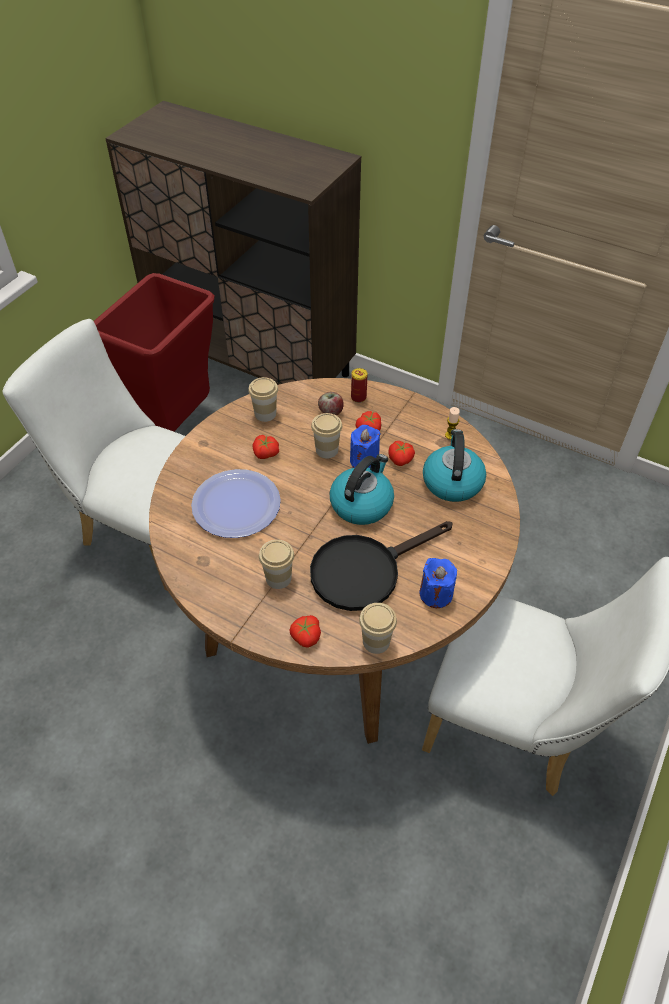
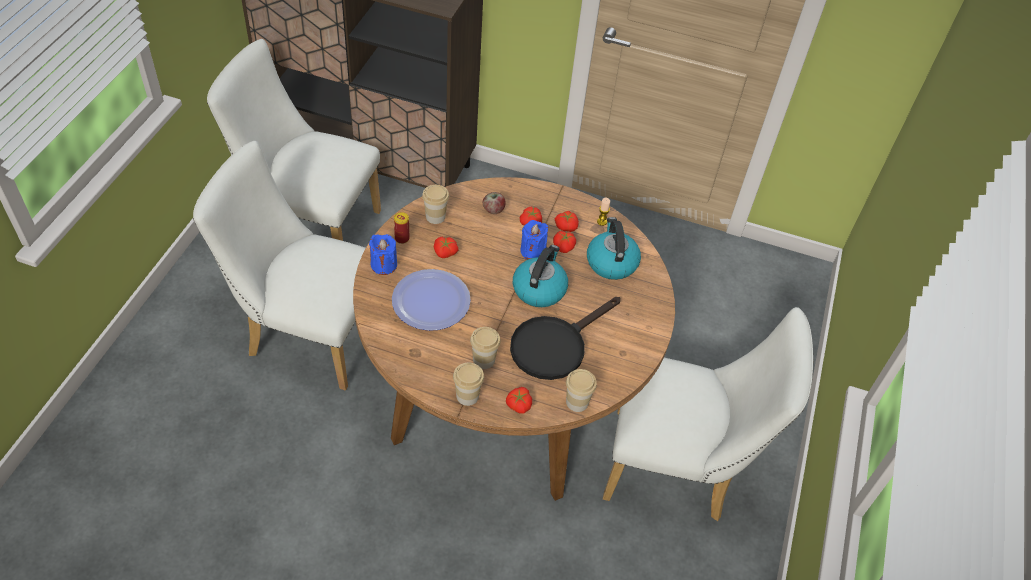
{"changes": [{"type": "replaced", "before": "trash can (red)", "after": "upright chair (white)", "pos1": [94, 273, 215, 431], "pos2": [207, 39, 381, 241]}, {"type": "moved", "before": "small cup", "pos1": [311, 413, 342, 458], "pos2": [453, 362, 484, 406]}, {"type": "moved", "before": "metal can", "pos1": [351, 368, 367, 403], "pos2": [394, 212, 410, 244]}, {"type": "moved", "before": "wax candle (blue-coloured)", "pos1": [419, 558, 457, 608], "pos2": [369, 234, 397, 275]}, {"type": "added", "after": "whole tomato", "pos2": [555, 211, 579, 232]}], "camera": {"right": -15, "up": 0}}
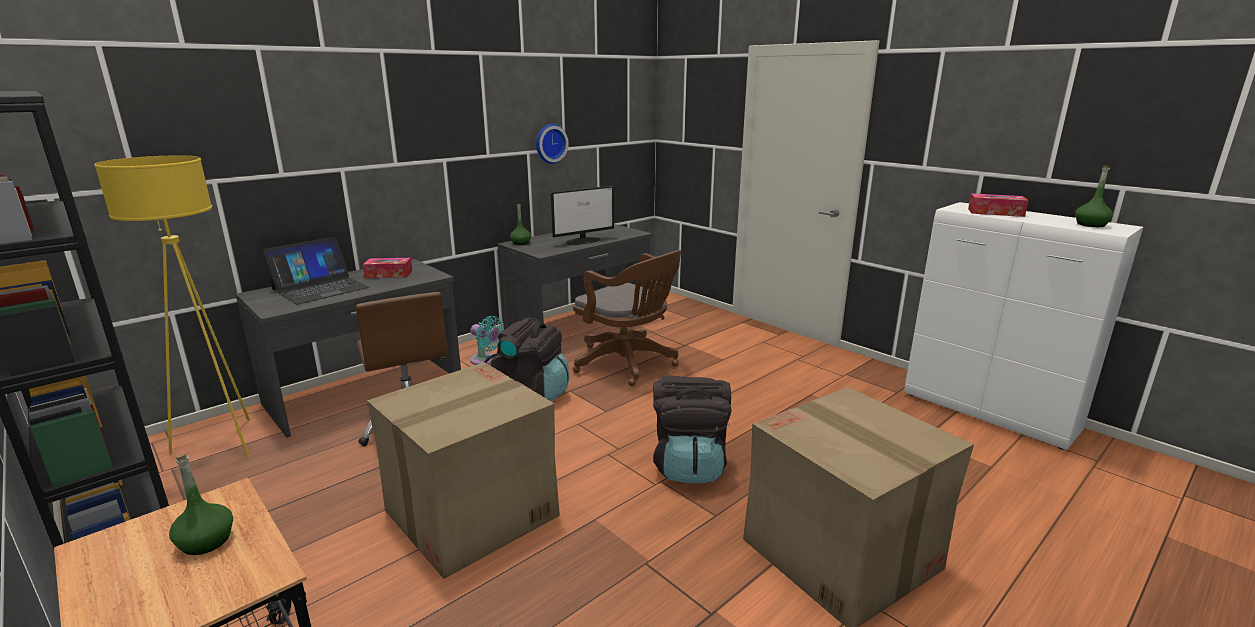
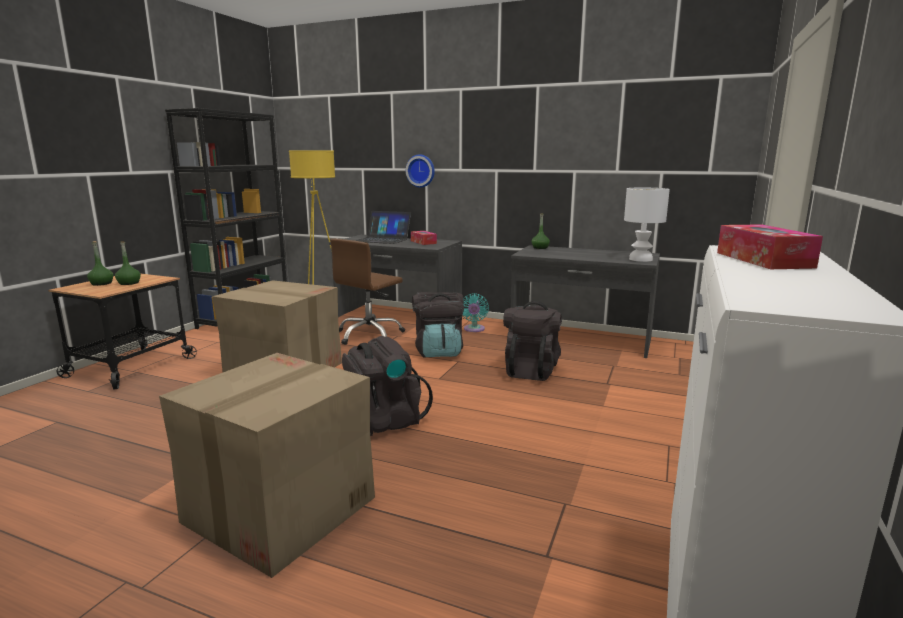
{"changes": [{"type": "moved", "before": "wall clock", "pos1": [536, 124, 569, 164], "pos2": [406, 154, 435, 188]}, {"type": "removed", "before": "computer display", "pos1": [551, 186, 614, 245]}, {"type": "replaced", "before": "computer chair (brown)", "after": "rucksack (blackish)", "pos1": [573, 250, 681, 386], "pos2": [503, 301, 562, 381]}, {"type": "moved", "before": "bottle (green-coloured)", "pos1": [1075, 165, 1113, 227], "pos2": [87, 241, 114, 286]}, {"type": "added", "after": "tabletop lamp (white)", "pos2": [624, 188, 670, 262]}], "camera": {"right": 65, "up": -5}}
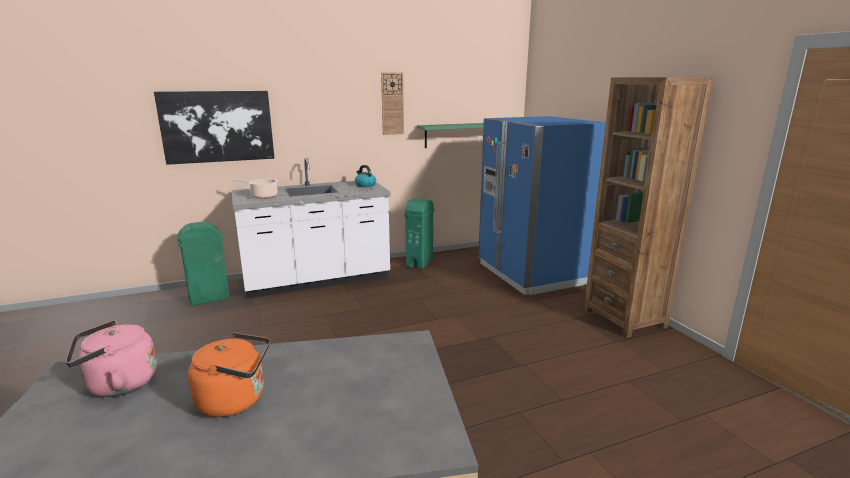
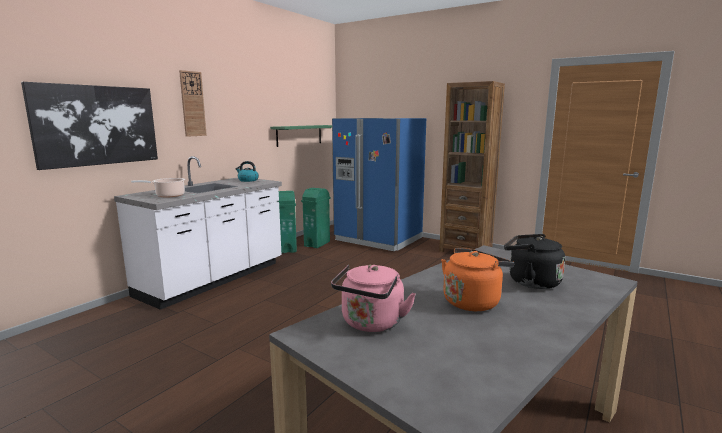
{"changes": [{"type": "moved", "before": "trash can (green-coloured)", "pos1": [177, 221, 229, 306], "pos2": [301, 188, 331, 248]}, {"type": "moved", "before": "wall clock", "pos1": [381, 72, 404, 135], "pos2": [179, 70, 207, 137]}, {"type": "added", "after": "tea kettle (blackish)", "pos2": [504, 234, 565, 289]}], "camera": {"right": -35, "up": -5}}
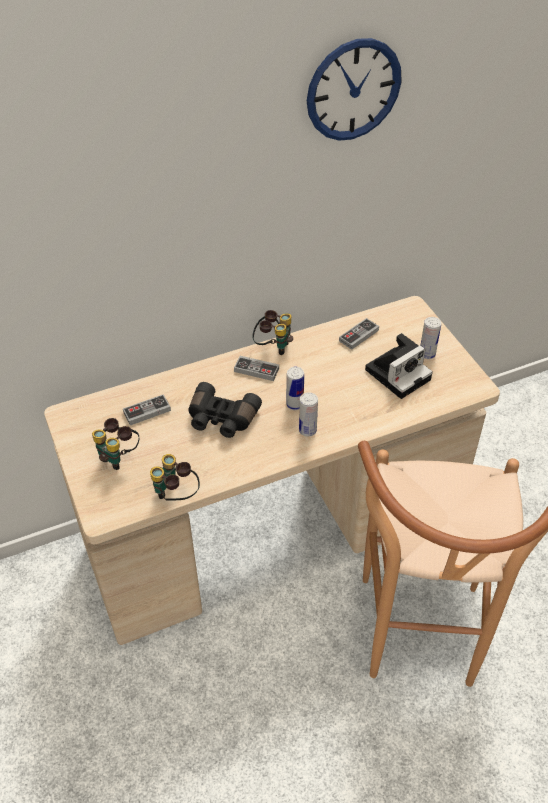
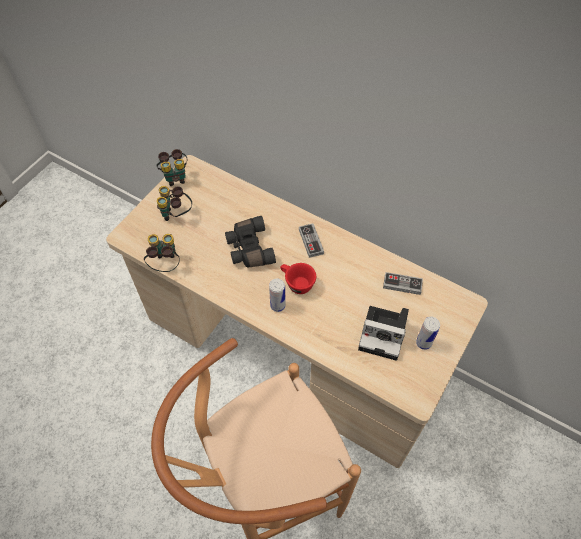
{"changes": [{"type": "removed", "before": "gamepad", "pos1": [123, 394, 171, 425]}, {"type": "moved", "before": "binoculars", "pos1": [252, 310, 293, 355], "pos2": [157, 149, 188, 186]}, {"type": "replaced", "before": "metal can", "after": "small cup (red)", "pos1": [286, 367, 304, 410], "pos2": [280, 263, 316, 294]}, {"type": "removed", "before": "wall clock", "pos1": [307, 38, 402, 141]}], "camera": {"right": 55, "up": 10}}
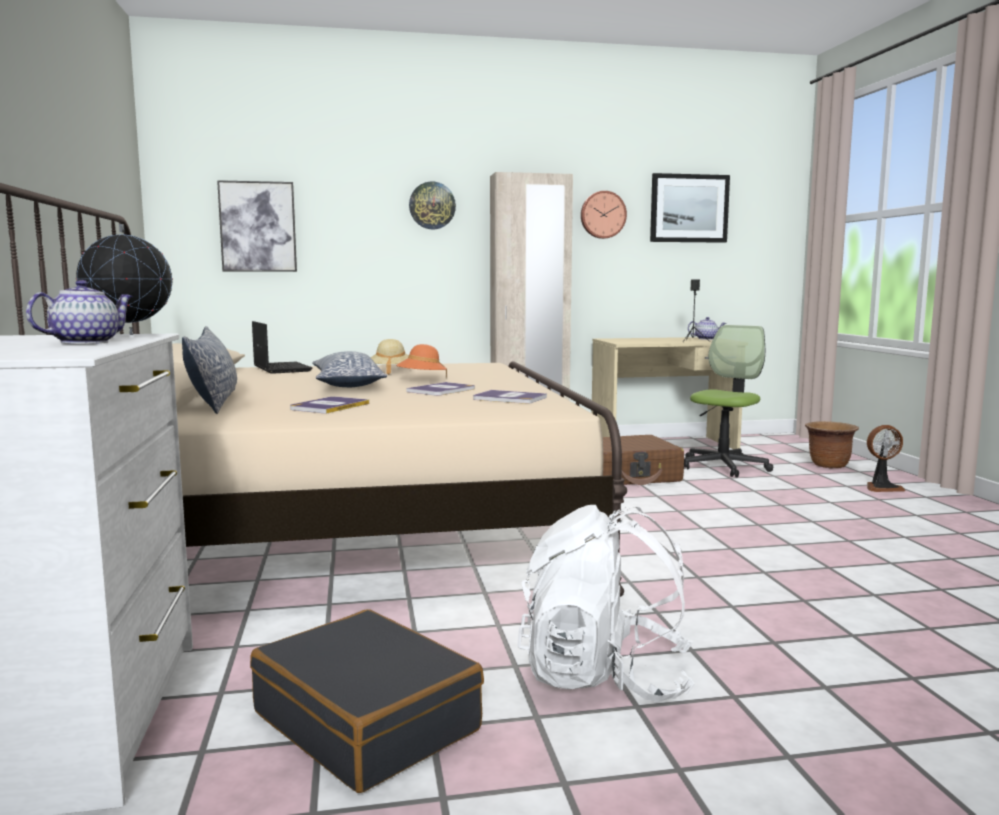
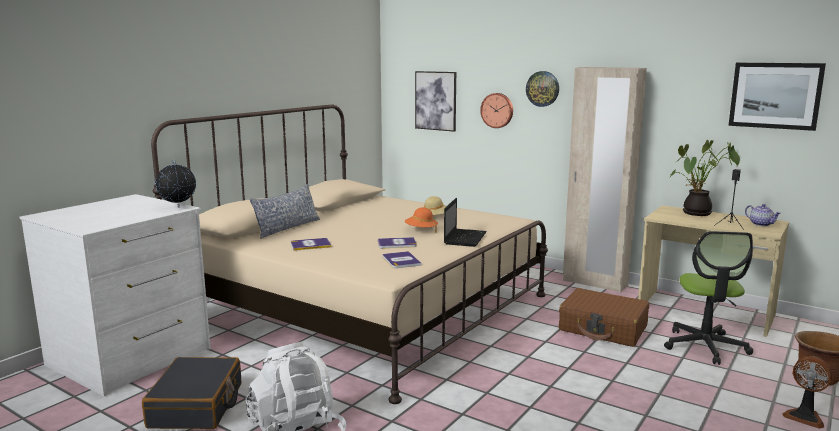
{"changes": [{"type": "removed", "before": "pot for tea", "pos1": [26, 280, 134, 344]}, {"type": "moved", "before": "portable computer", "pos1": [252, 321, 312, 374], "pos2": [444, 198, 487, 247]}, {"type": "removed", "before": "throw pillow", "pos1": [312, 351, 387, 387]}, {"type": "moved", "before": "wall clock", "pos1": [581, 191, 627, 239], "pos2": [480, 93, 513, 128]}, {"type": "turned", "before": "computer chair", "pos1": [684, 325, 773, 478], "pos2": [664, 231, 753, 365], "turn": 105}, {"type": "added", "after": "houseplant", "pos2": [670, 140, 740, 216]}], "camera": {"right": 45, "up": 5}}
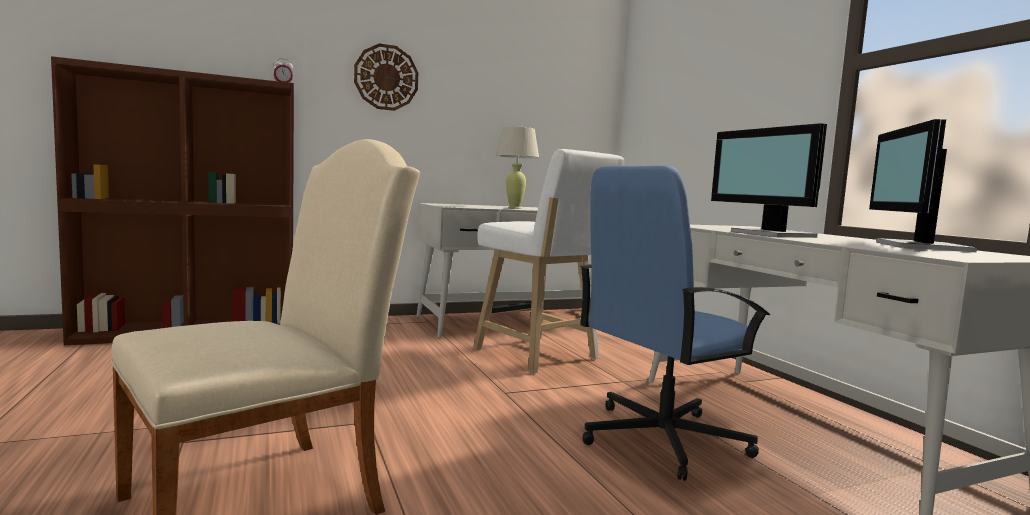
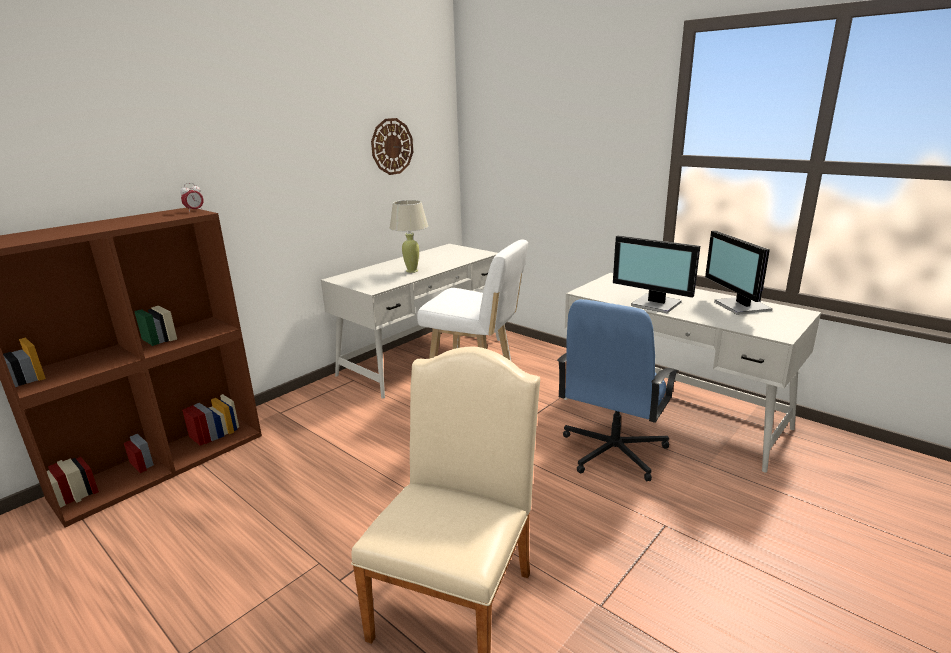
{"changes": [{"type": "moved", "before": "wall clock", "pos1": [354, 43, 418, 111], "pos2": [371, 118, 413, 175]}], "camera": {"right": -25, "up": 15}}
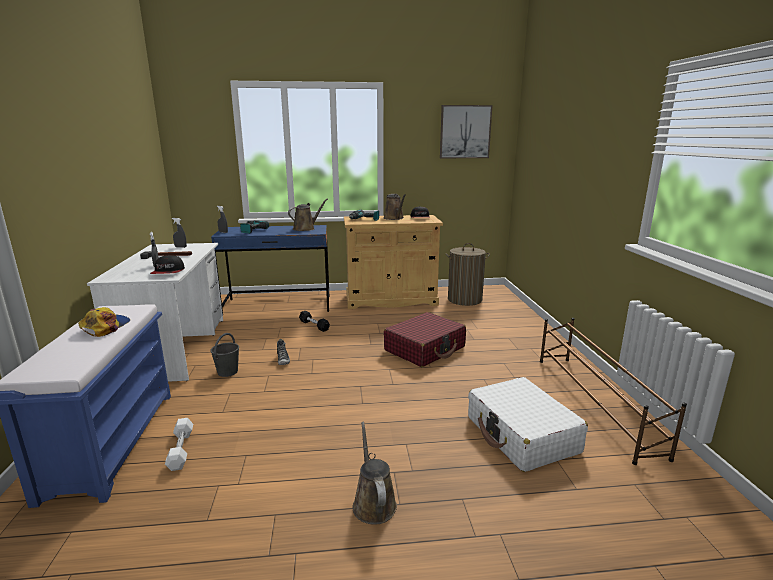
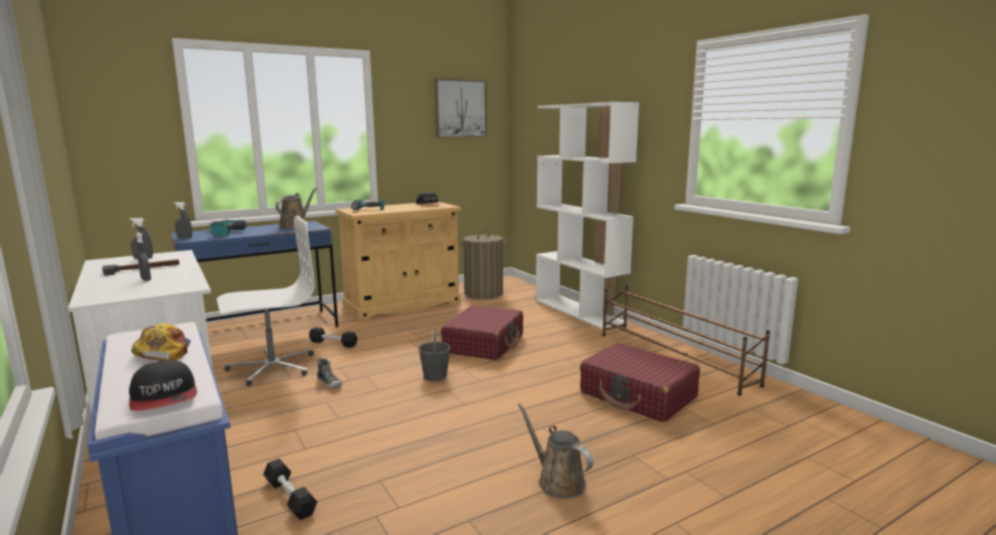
{"changes": [{"type": "moved", "before": "cap", "pos1": [150, 255, 185, 274], "pos2": [129, 360, 197, 411]}, {"type": "recoloured", "before": "hand weight (white)", "after": "hand weight (blackish)", "pos1": [165, 418, 193, 471], "pos2": [263, 458, 317, 520]}, {"type": "moved", "before": "pail (greyish)", "pos1": [210, 333, 239, 377], "pos2": [418, 329, 451, 381]}, {"type": "removed", "before": "sprinkling can (brown)", "pos1": [383, 194, 406, 220]}, {"type": "recoloured", "before": "suitcase (white)", "after": "suitcase (red)", "pos1": [468, 377, 588, 472], "pos2": [580, 343, 700, 422]}, {"type": "added", "after": "computer chair (white)", "pos2": [217, 215, 315, 386]}, {"type": "added", "after": "shelving unit (white)", "pos2": [536, 102, 639, 329]}], "camera": {"right": -25, "up": -5}}
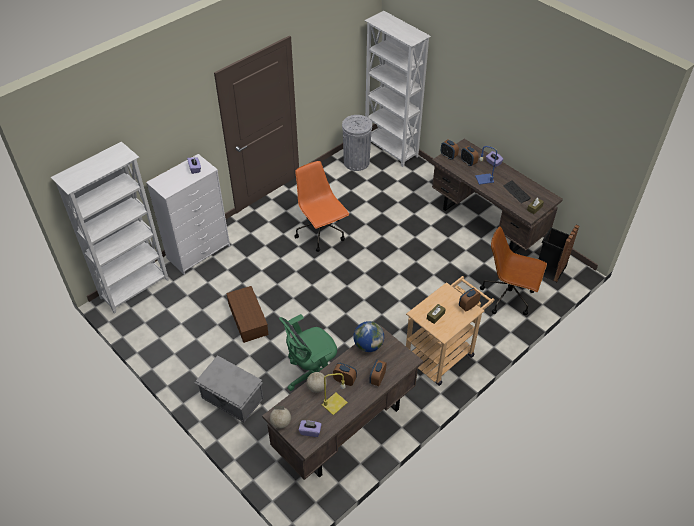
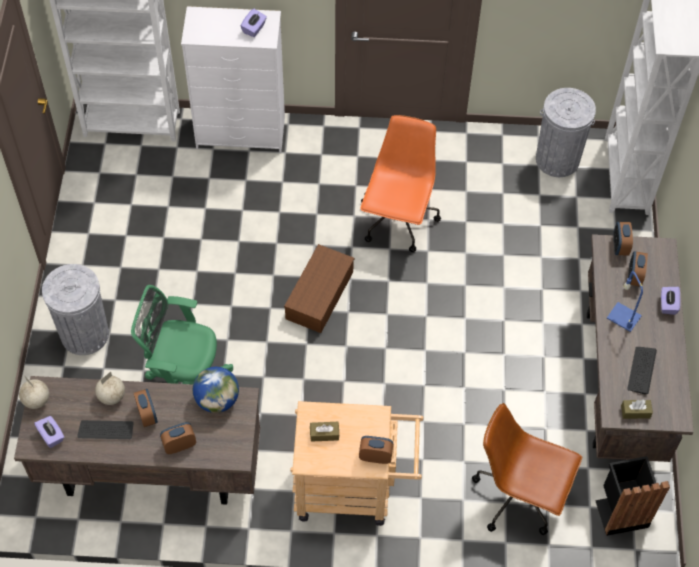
{"changes": [{"type": "replaced", "before": "storage box (greyish)", "after": "trash can (greyish)", "pos1": [195, 355, 264, 422], "pos2": [42, 264, 109, 355]}, {"type": "moved", "before": "storage box (brown)", "pos1": [226, 286, 269, 343], "pos2": [284, 244, 354, 333]}, {"type": "replaced", "before": "tabletop lamp (yellow-coloured)", "after": "computer keyboard", "pos1": [322, 373, 348, 415], "pos2": [77, 420, 134, 439]}, {"type": "turned", "before": "computer chair (brown)", "pos1": [480, 226, 547, 315], "pos2": [472, 403, 582, 535], "turn": -45}], "camera": {"right": 45, "up": 10}}
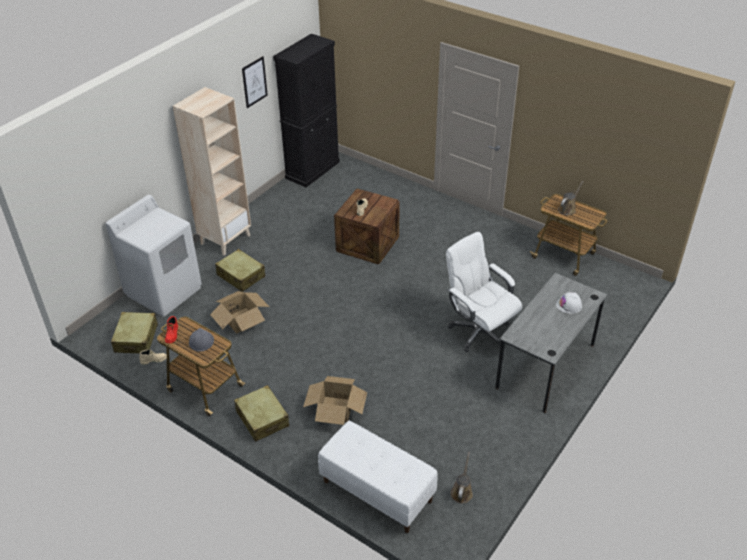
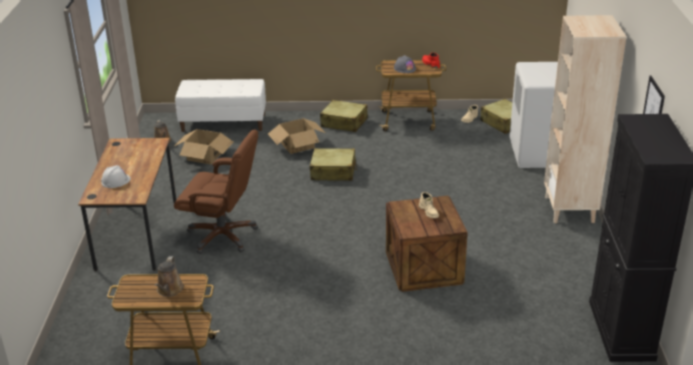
{"changes": [{"type": "moved", "before": "cardboard box", "pos1": [210, 291, 269, 333], "pos2": [175, 129, 233, 164]}, {"type": "moved", "before": "suitcase (sand-coloured)", "pos1": [215, 249, 265, 292], "pos2": [310, 148, 357, 181]}, {"type": "recoloured", "before": "computer chair (white)", "after": "computer chair (brown)", "pos1": [446, 232, 522, 352], "pos2": [174, 129, 258, 254]}, {"type": "recoloured", "before": "desk unit (greyish)", "after": "desk unit (brown)", "pos1": [495, 273, 608, 413], "pos2": [78, 138, 176, 271]}], "camera": {"right": 145, "up": -10}}
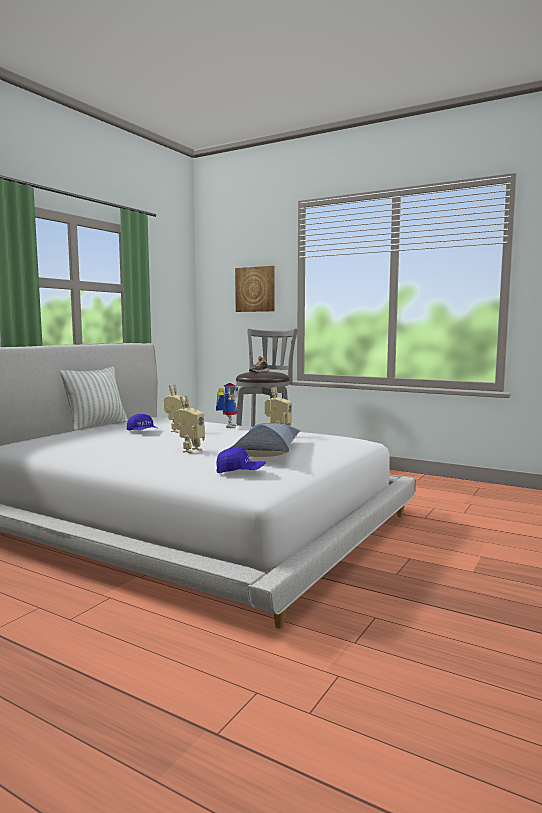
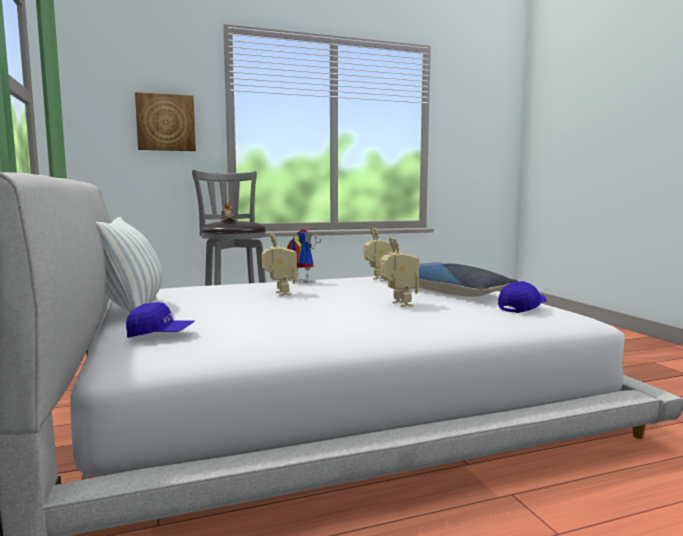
{"changes": [{"type": "moved", "before": "cap (blue-coloured)", "pos1": [127, 414, 157, 431], "pos2": [126, 302, 195, 338]}], "camera": {"right": -50, "up": 0}}
